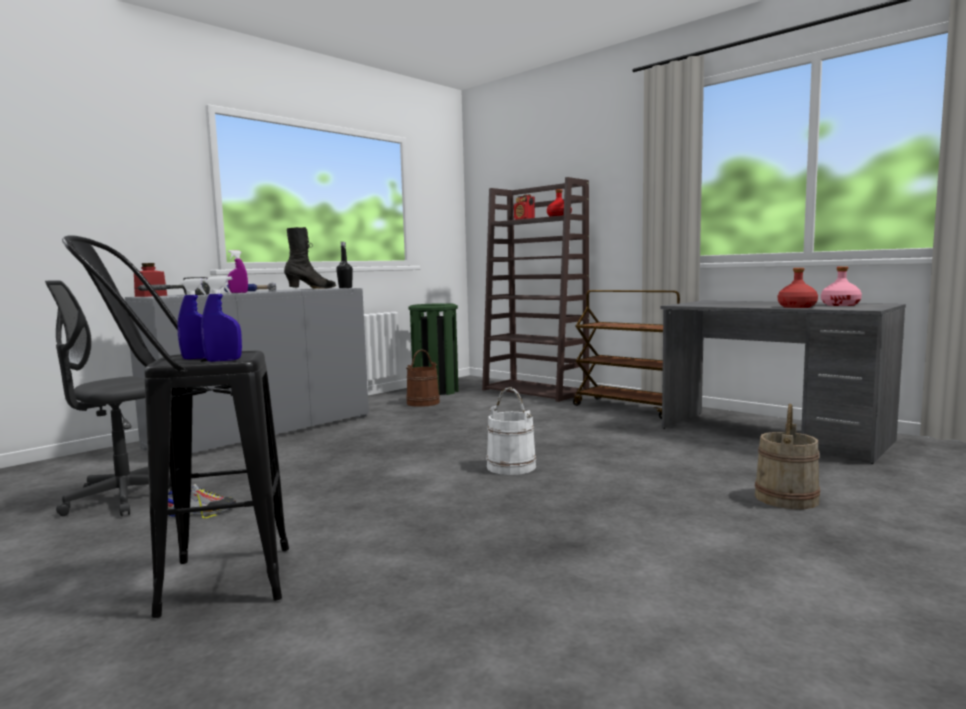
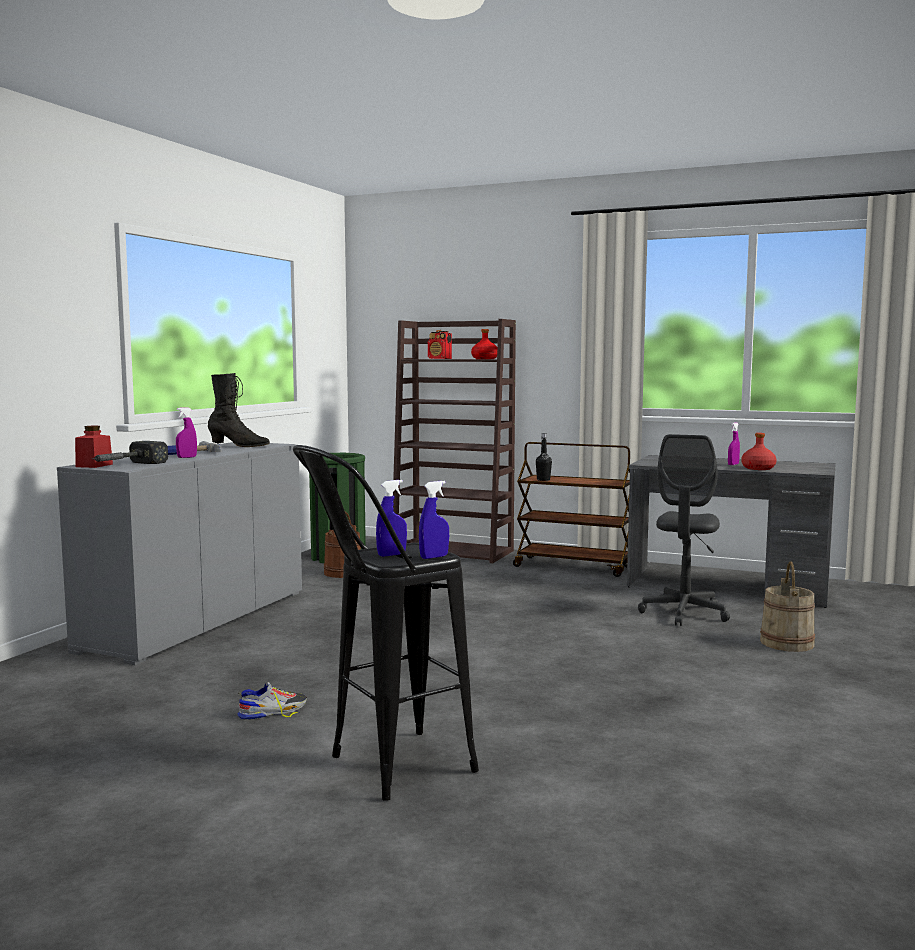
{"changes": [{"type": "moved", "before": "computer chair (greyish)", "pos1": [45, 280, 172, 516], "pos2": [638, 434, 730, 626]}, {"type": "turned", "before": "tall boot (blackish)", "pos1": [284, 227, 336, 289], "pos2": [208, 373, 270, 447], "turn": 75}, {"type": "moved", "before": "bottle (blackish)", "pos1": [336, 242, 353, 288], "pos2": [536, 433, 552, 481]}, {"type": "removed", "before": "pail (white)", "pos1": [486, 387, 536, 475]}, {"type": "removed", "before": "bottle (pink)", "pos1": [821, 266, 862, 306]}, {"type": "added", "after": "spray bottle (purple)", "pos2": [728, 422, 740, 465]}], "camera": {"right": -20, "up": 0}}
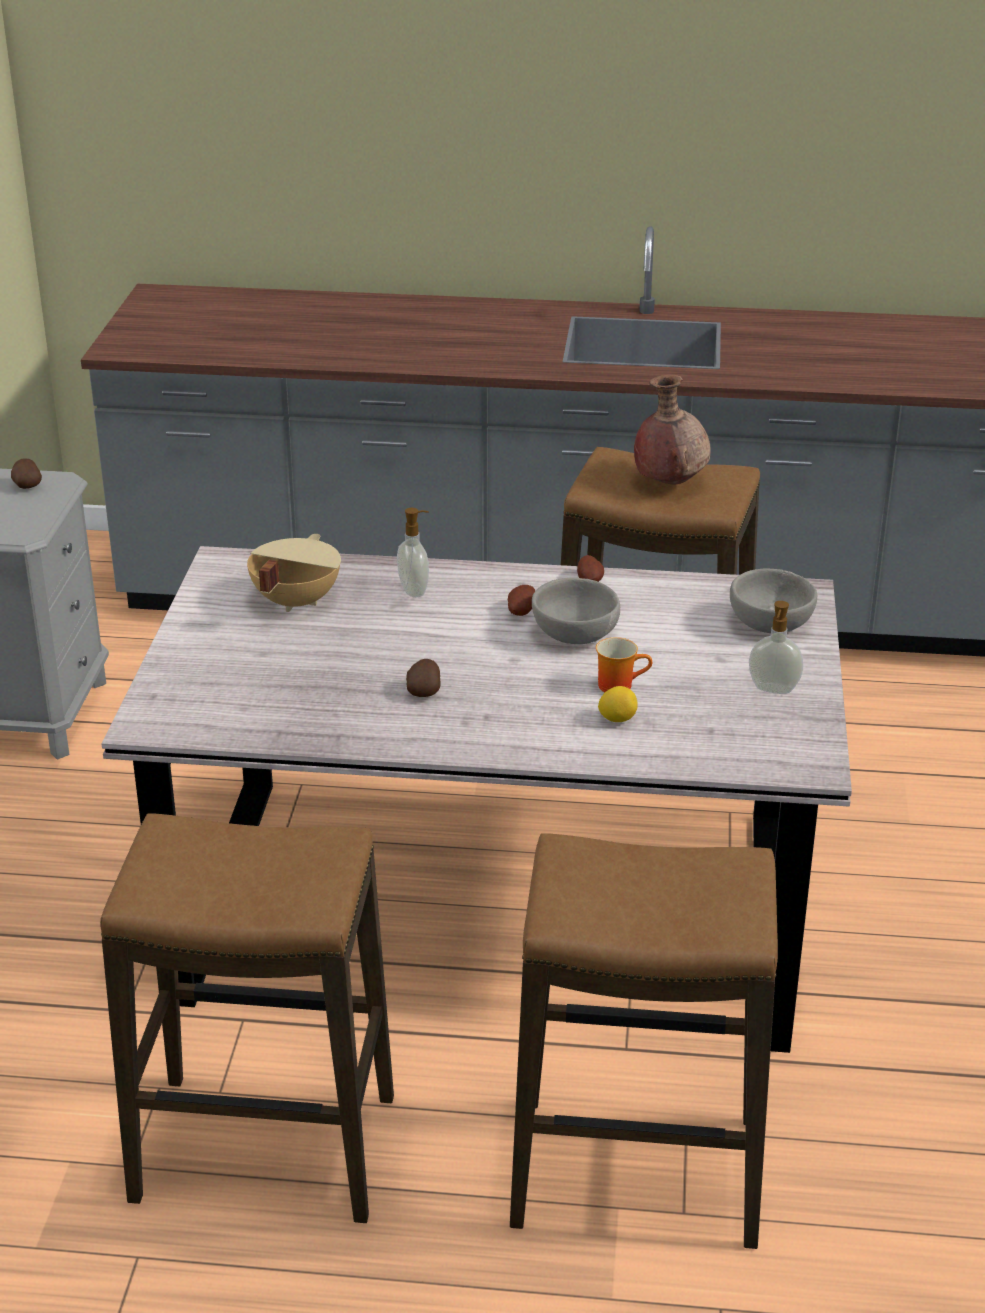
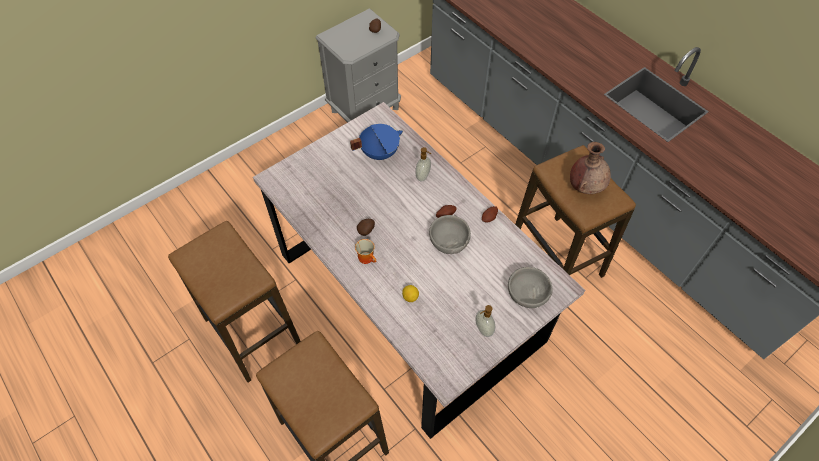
{"changes": [{"type": "recoloured", "before": "saucepot (sand-coloured)", "after": "saucepot (blue-coloured)", "pos1": [247, 534, 341, 612], "pos2": [350, 124, 403, 160]}, {"type": "moved", "before": "mug", "pos1": [596, 637, 652, 692], "pos2": [355, 239, 376, 264]}], "camera": {"right": 45, "up": 25}}
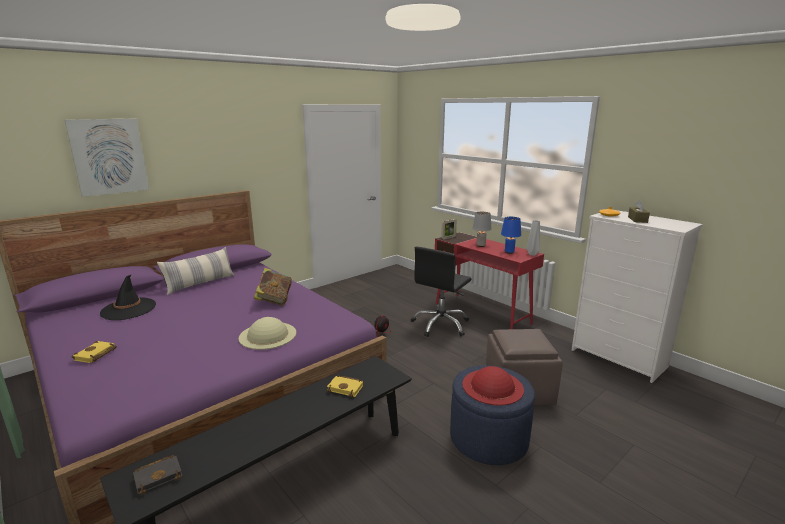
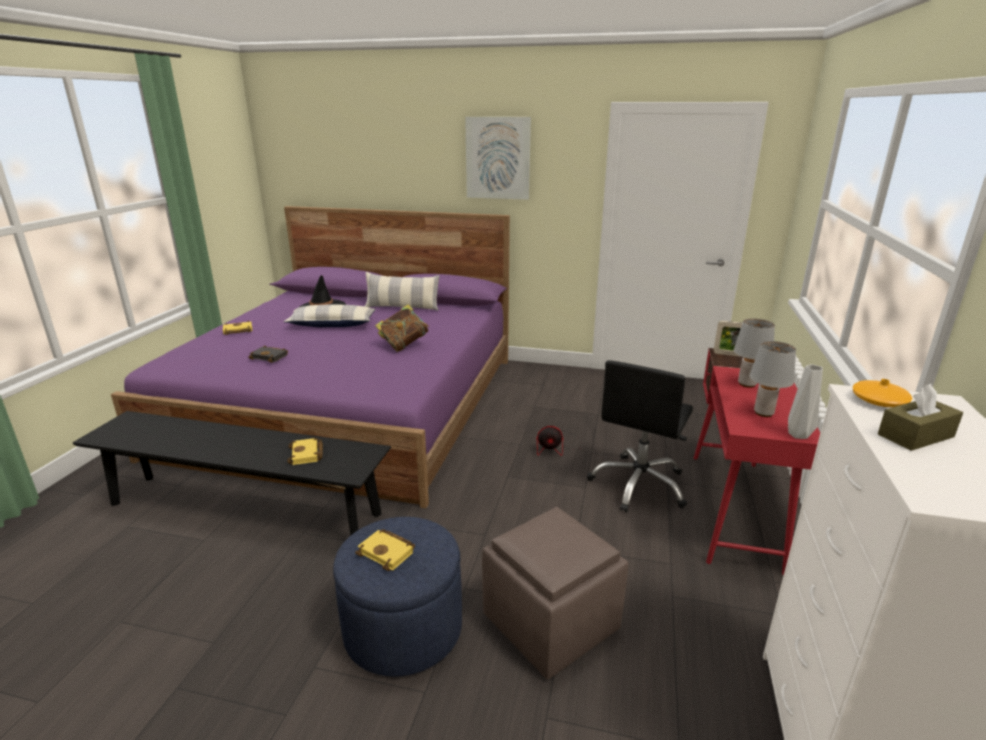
{"changes": [{"type": "moved", "before": "picture", "pos1": [65, 119, 149, 197], "pos2": [465, 117, 531, 200]}, {"type": "moved", "before": "book (blackish)", "pos1": [133, 455, 182, 495], "pos2": [248, 345, 288, 363]}, {"type": "removed", "before": "wearable hat (sand-coloured)", "pos1": [239, 317, 296, 350]}, {"type": "turned", "before": "computer chair (blackish)", "pos1": [411, 247, 471, 337], "pos2": [587, 360, 693, 513], "turn": -60}, {"type": "replaced", "before": "wearable hat (red)", "after": "book (yellow-coloured)", "pos1": [463, 366, 524, 406], "pos2": [355, 529, 415, 571]}, {"type": "recoloured", "before": "tabletop lamp (blue-coloured)", "after": "tabletop lamp (greyish)", "pos1": [501, 217, 521, 254], "pos2": [749, 341, 796, 417]}, {"type": "added", "after": "throw pillow", "pos2": [284, 305, 376, 327]}], "camera": {"right": 55, "up": 5}}
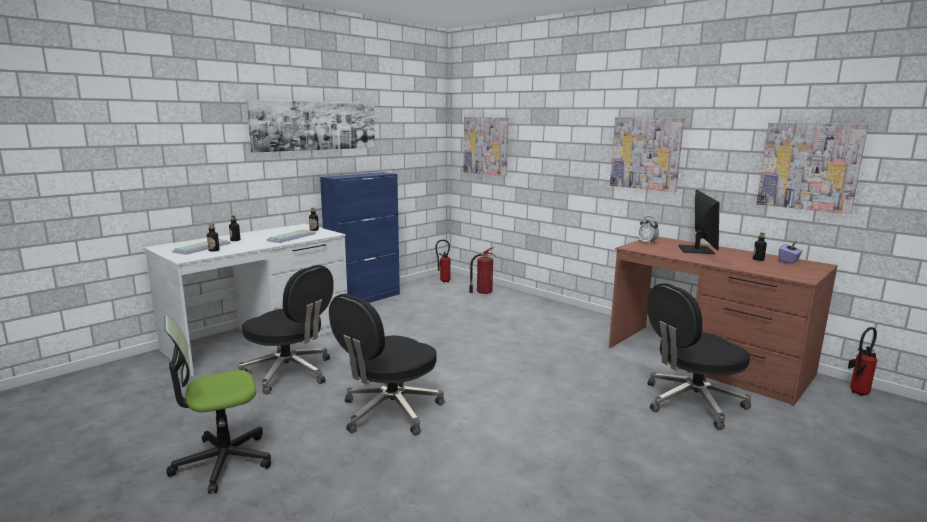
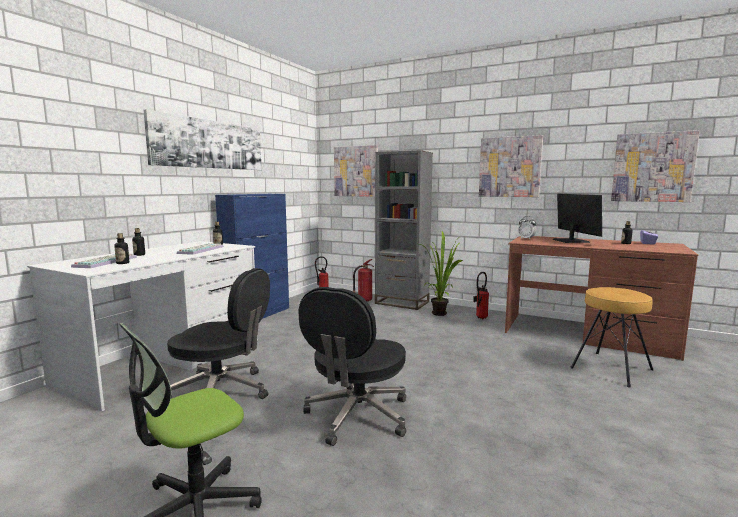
{"changes": [{"type": "replaced", "before": "computer chair (blackish)", "after": "sitting stool (brown)", "pos1": [647, 283, 751, 430], "pos2": [570, 287, 653, 388]}, {"type": "moved", "before": "fire-fighting cylinder", "pos1": [848, 327, 877, 396], "pos2": [473, 272, 489, 319]}, {"type": "added", "after": "shelving unit (greyish)", "pos2": [375, 150, 433, 310]}, {"type": "added", "after": "houseplant", "pos2": [419, 231, 462, 316]}], "camera": {"right": -15, "up": -5}}
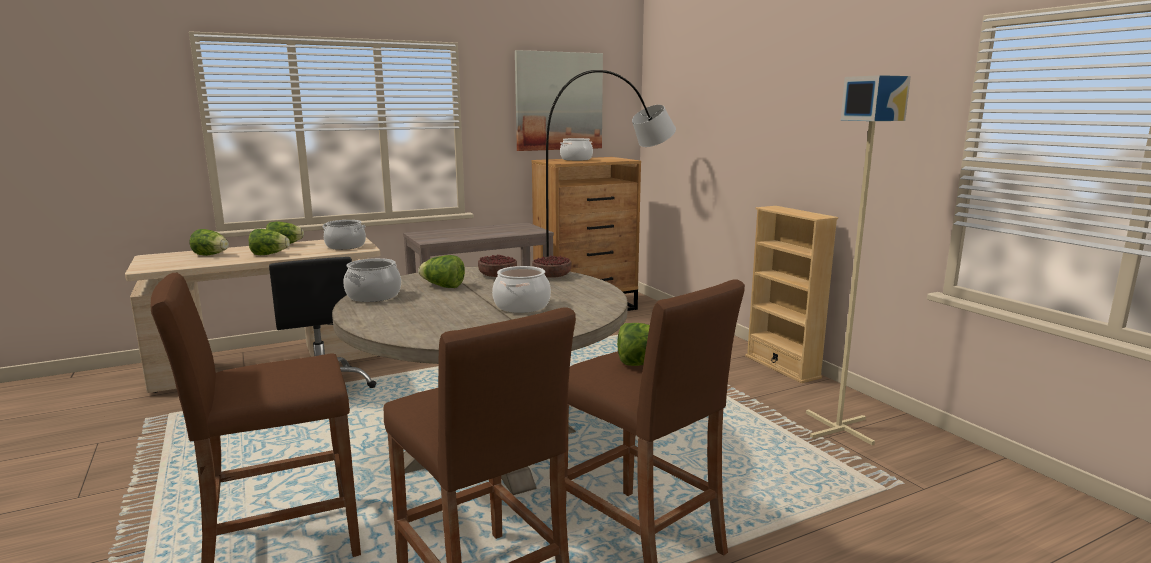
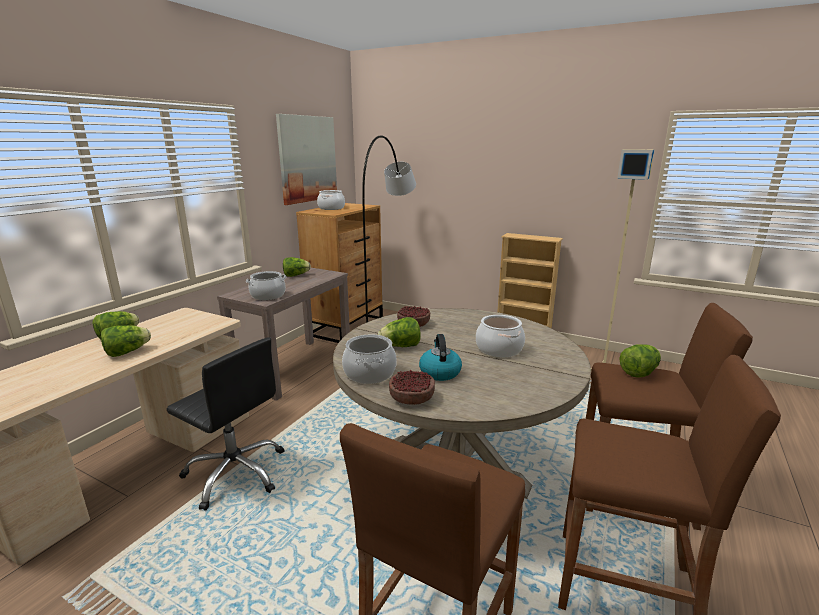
{"changes": [{"type": "moved", "before": "head of lettuce", "pos1": [190, 229, 229, 256], "pos2": [283, 257, 311, 277]}, {"type": "moved", "before": "saucepot", "pos1": [322, 220, 366, 250], "pos2": [246, 271, 286, 300]}, {"type": "moved", "before": "bowl", "pos1": [532, 255, 572, 278], "pos2": [389, 370, 435, 405]}, {"type": "added", "after": "tea kettle", "pos2": [419, 334, 462, 381]}], "camera": {"right": -35, "up": 5}}
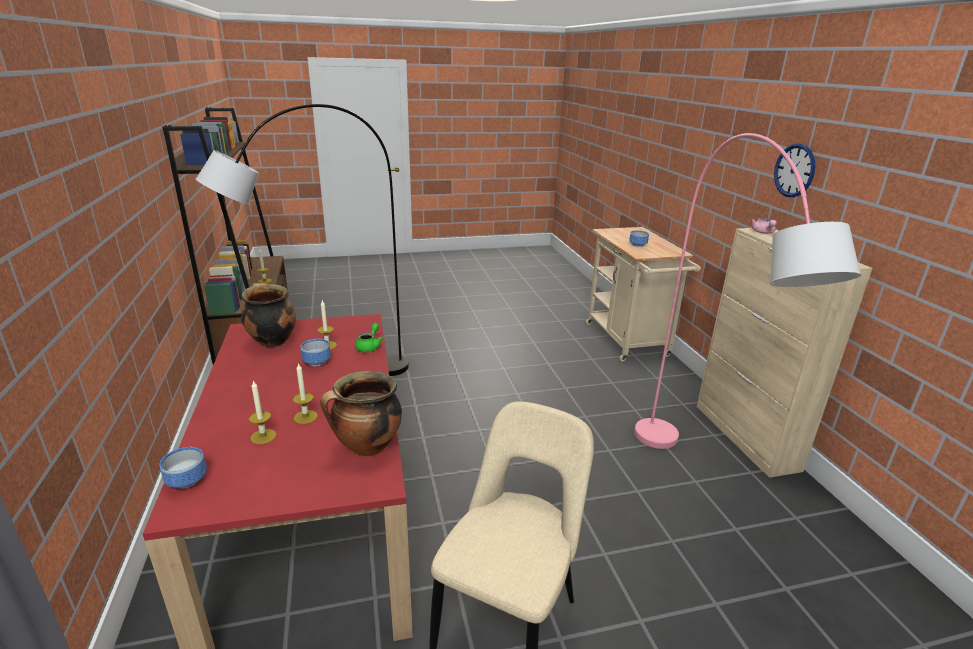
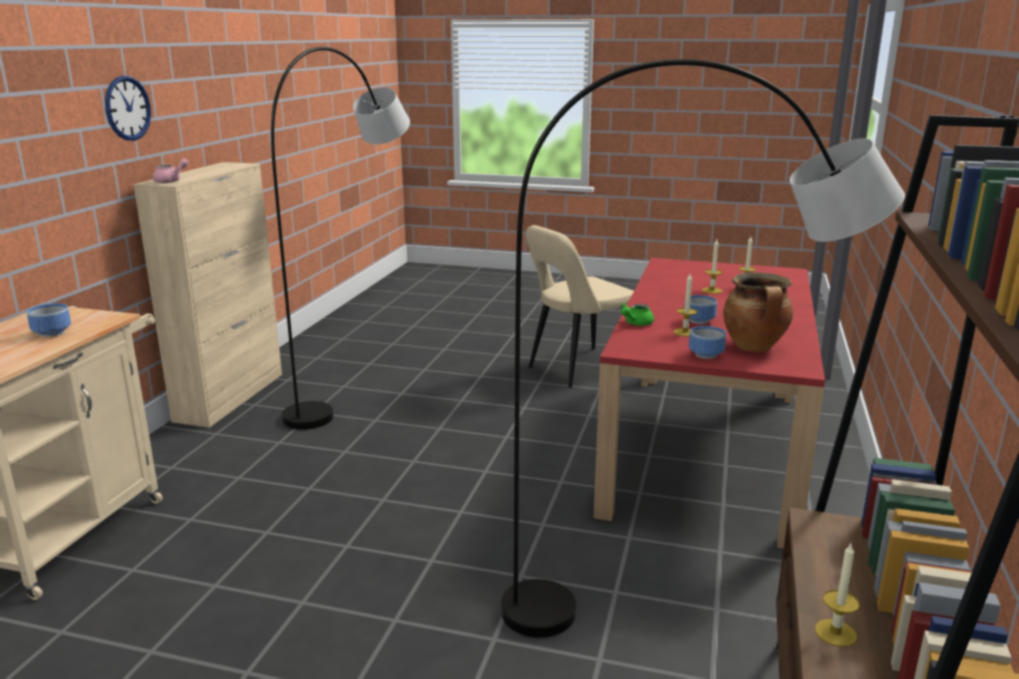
{"changes": [{"type": "moved", "before": "bowl", "pos1": [160, 447, 207, 489], "pos2": [689, 326, 726, 359]}, {"type": "removed", "before": "saucepot", "pos1": [320, 371, 402, 456]}, {"type": "recoloured", "before": "standard lamp (pink)", "after": "standard lamp (greyish)", "pos1": [634, 133, 861, 449], "pos2": [271, 47, 410, 430]}], "camera": {"right": -150, "up": -5}}
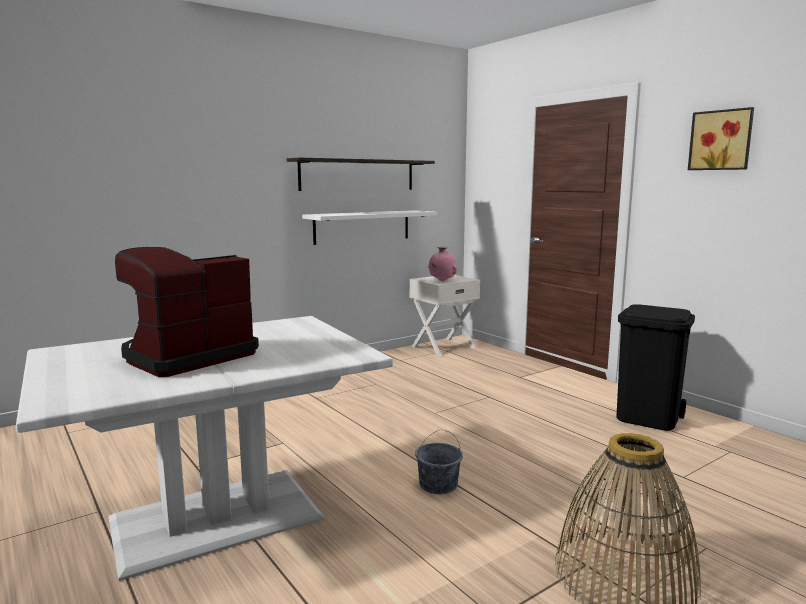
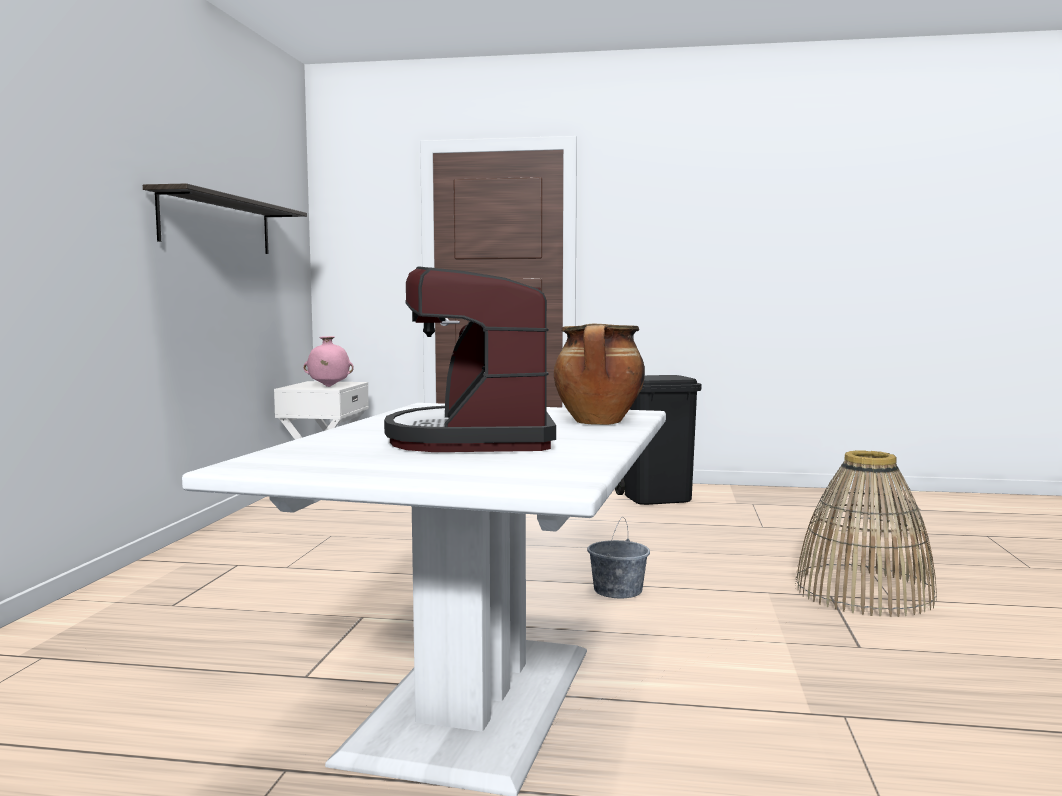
{"changes": [{"type": "removed", "before": "shelf (white)", "pos1": [302, 210, 437, 245]}, {"type": "removed", "before": "picture", "pos1": [688, 107, 754, 170]}, {"type": "added", "after": "saucepot", "pos2": [554, 323, 645, 425]}], "camera": {"right": -45, "up": -5}}
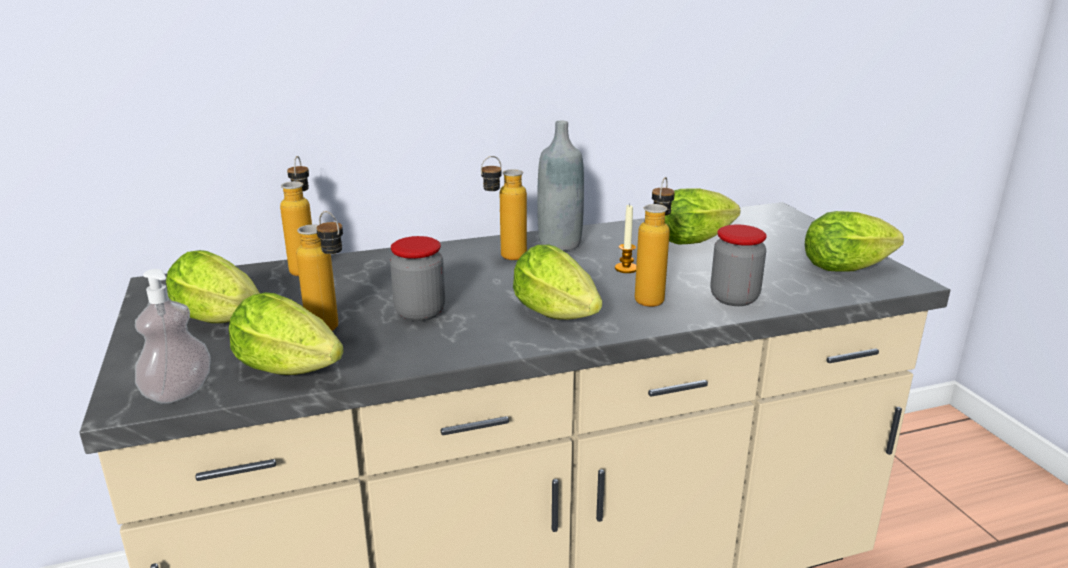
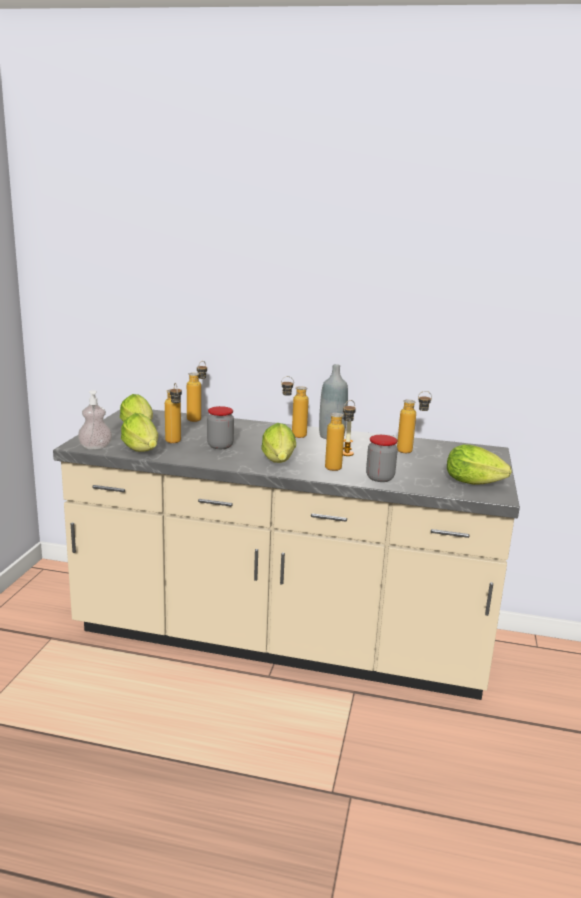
{"changes": [{"type": "replaced", "before": "head of lettuce", "after": "bottle", "pos1": [665, 189, 740, 244], "pos2": [397, 391, 432, 453]}], "camera": {"right": 30, "up": -5}}
